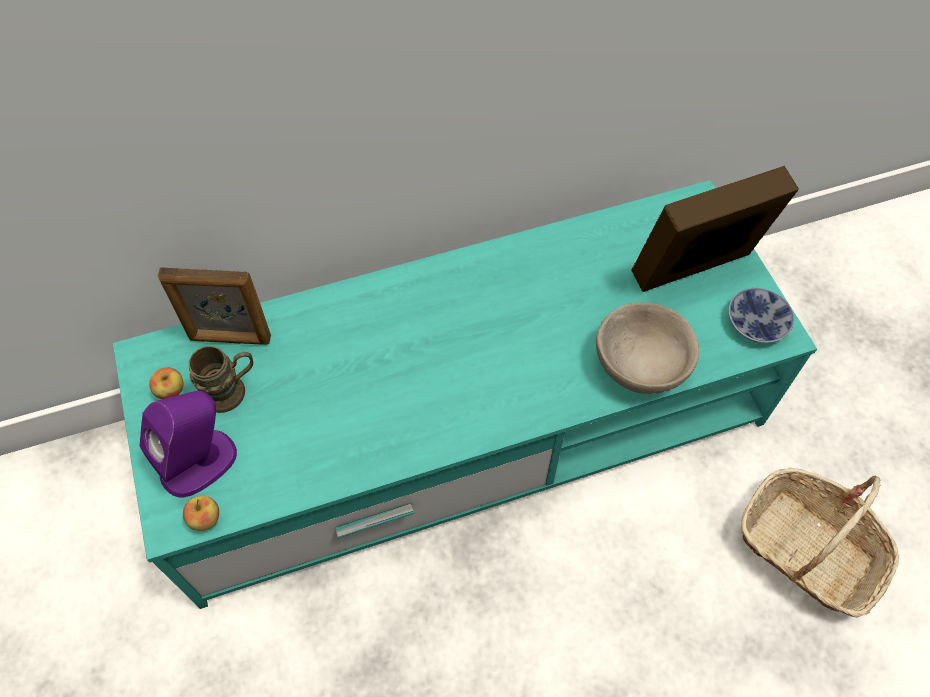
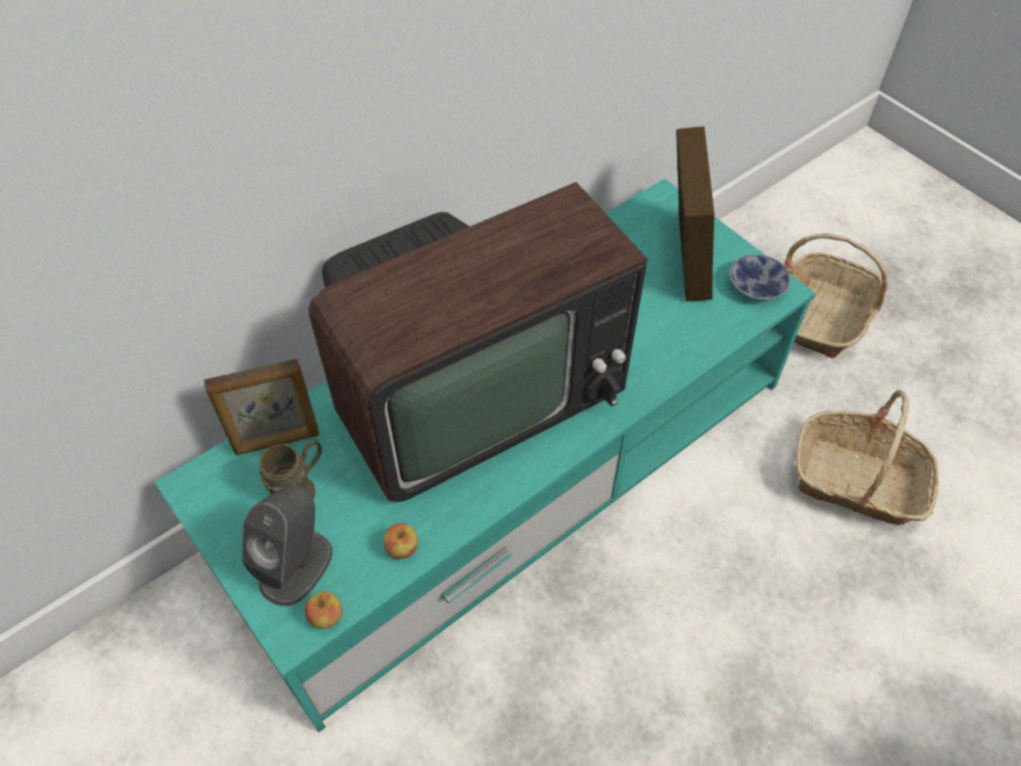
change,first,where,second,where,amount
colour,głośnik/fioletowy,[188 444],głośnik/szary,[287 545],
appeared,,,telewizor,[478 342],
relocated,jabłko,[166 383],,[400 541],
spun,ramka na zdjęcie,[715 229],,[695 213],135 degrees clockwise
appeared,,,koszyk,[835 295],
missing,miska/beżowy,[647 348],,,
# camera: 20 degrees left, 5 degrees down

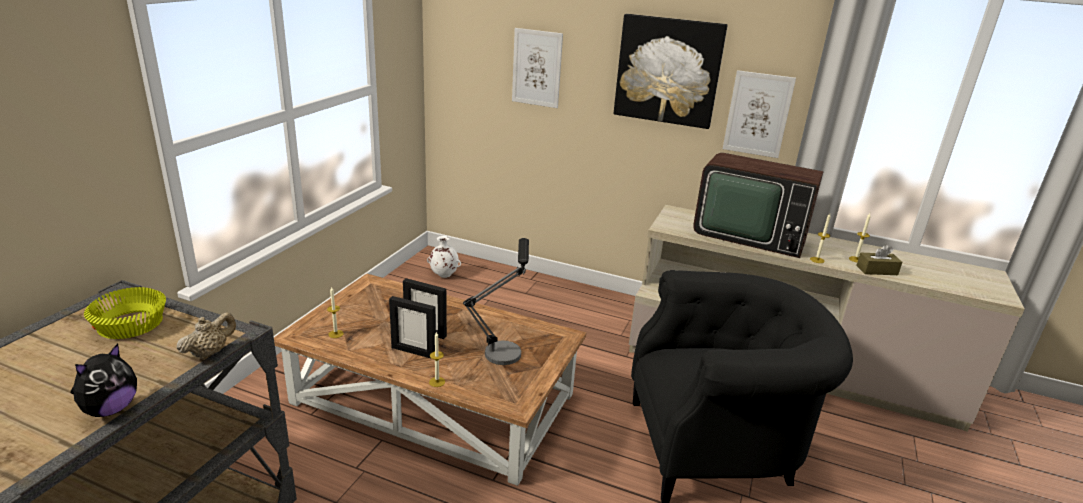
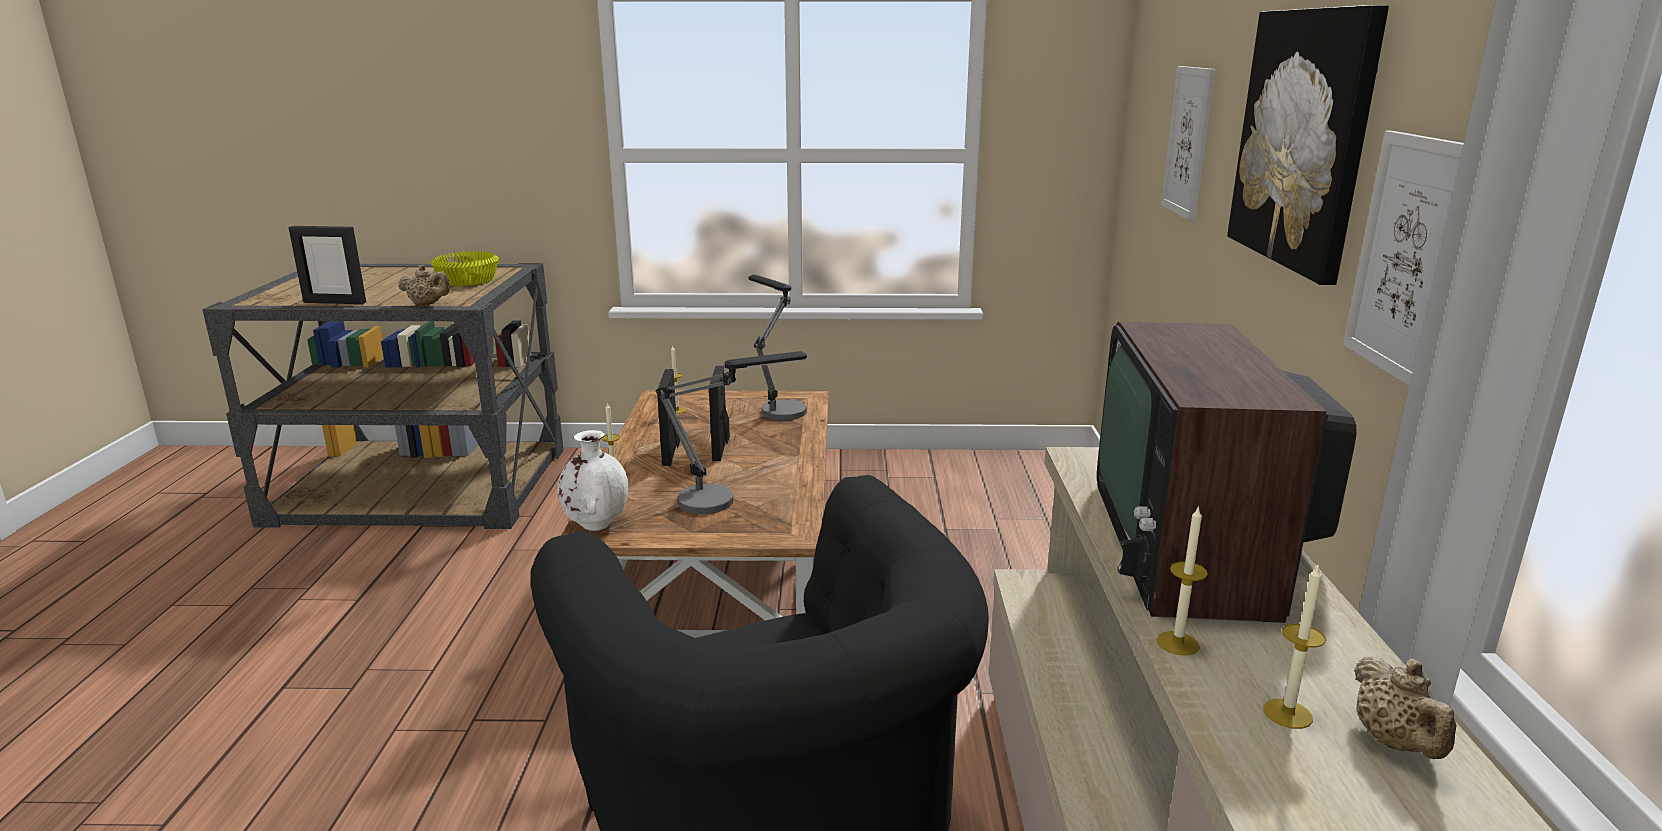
change,first,where,second,where,amount
exchanged,pluszak,[104 380],ramka na zdjęcie,[327 265],
relocated,wazon/biały,[444 257],,[593 480],
appeared,,,lampa stołowa,[777 347],
appeared,,,imbryk/beżowy,[1405 707],
missing,pudełko chusteczek/brązowy,[879 260],,,
# camera: 70 degrees right, 5 degrees down

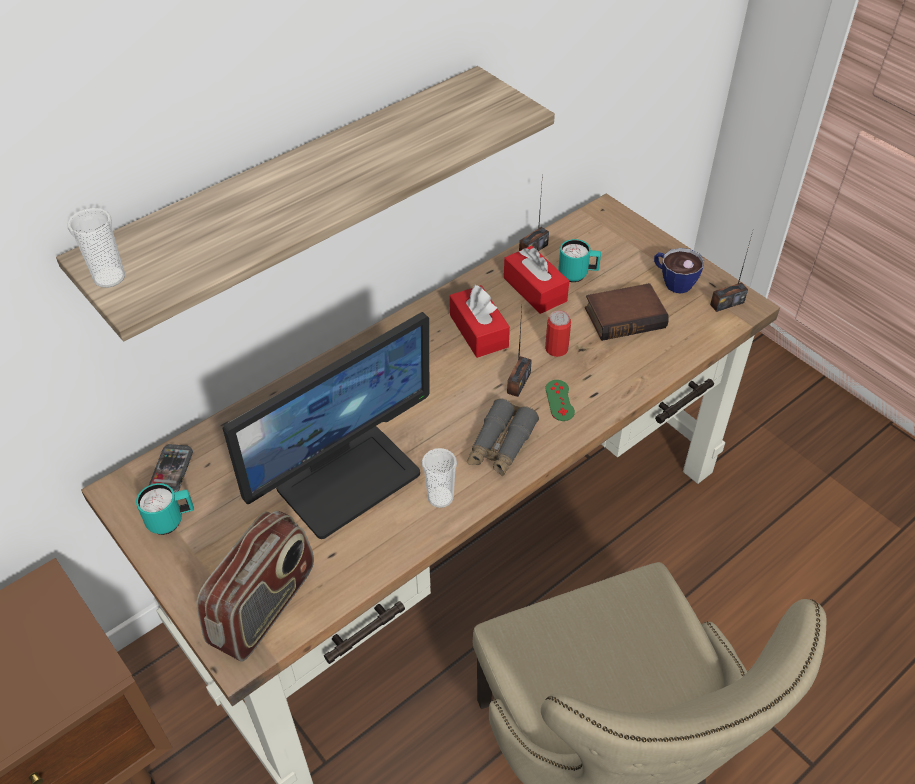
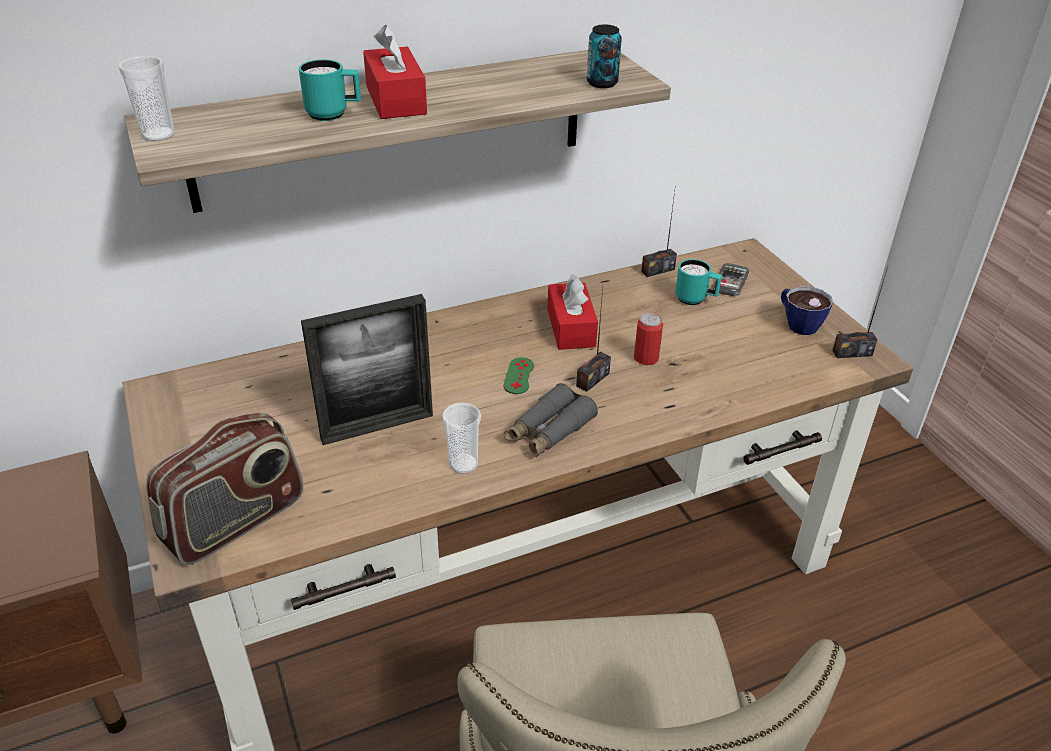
change,first,where,second,where,amount
relocated,kubek/turkusowy,[165 509],,[330 90],
exchanged,monitor,[326 425],ramka na zdjęcie,[367 369],
relocated,pudełko chusteczek/czerwony,[536 280],,[395 72],
relocated,pad do gier/zielony,[560 400],,[519 375],
appeared,,,puszka,[604 56],
relocated,telefon,[171 468],,[731 279],
missing,książka,[627 312],,,
# camera: 15 degrees right, 10 degrees down

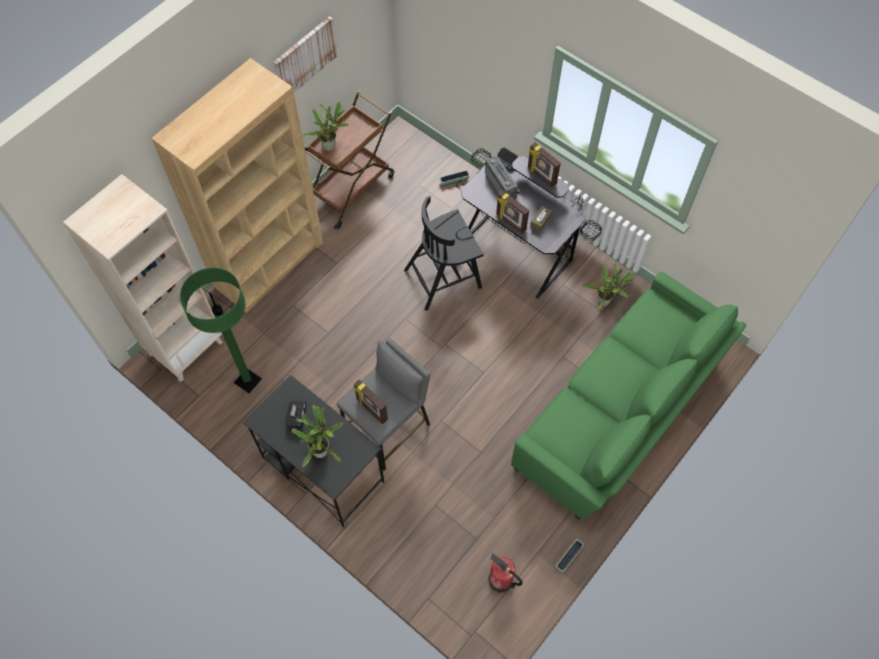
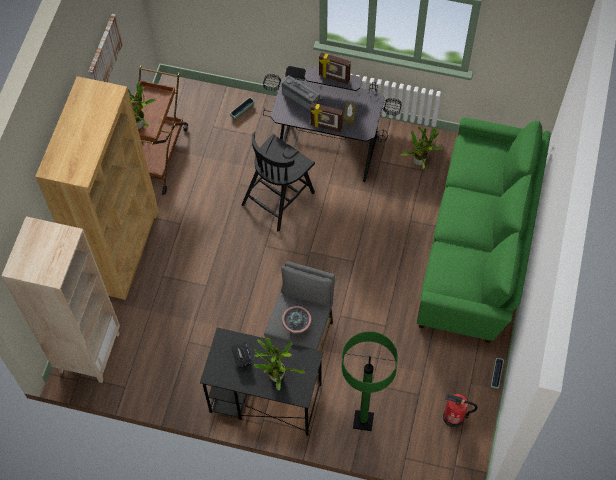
change,first,where,second,where,amount
exchanged,ramka na zdjęcie,[370 402],roślina doniczkowa,[297 320],
relocated,lampa stojąca/zielony,[221 330],,[369 381],
# camera: 25 degrees left, 0 degrees up

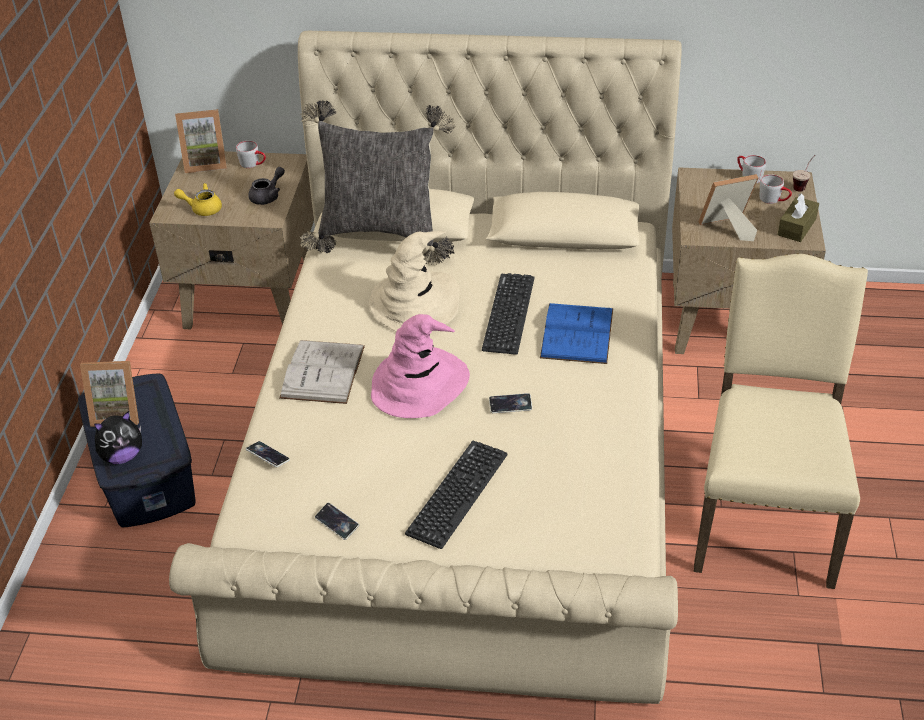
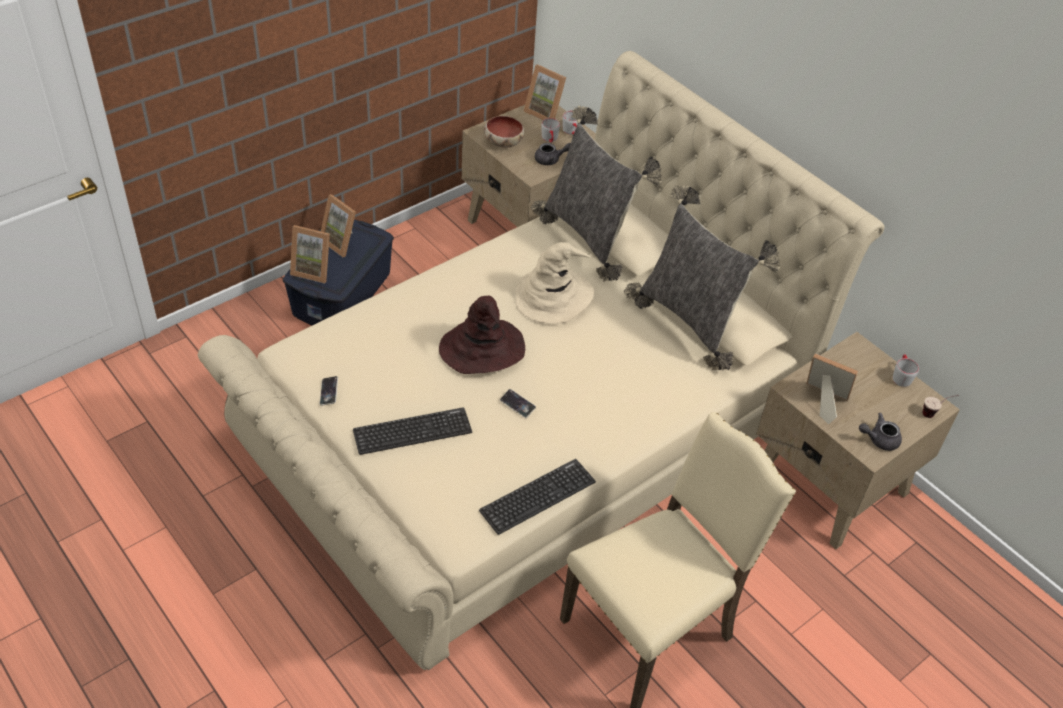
change,first,where,second,where,amount
exchanged,pluszak,[118 437],ramka na zdjęcie,[310 254],
colour,kapelusz/różowy,[420 366],kapelusz/brązowy,[482 335],
relocated,klawiatura,[508 314],,[537 497],
exchanged,imbryk/żółty,[198 199],miska,[504 131],
relocated,kubek/szary,[775 189],,[550 130],
appeared,,,poduszka,[701 277],
exchanged,pudełko chusteczek/brązowy,[798 218],imbryk/szary,[880 432],
missing,telefon,[268 454],,,
missing,książka/biały,[322 372],,,
missing,książka/niebieski,[576 333],,,
# camera: 40 degrees right, 5 degrees up

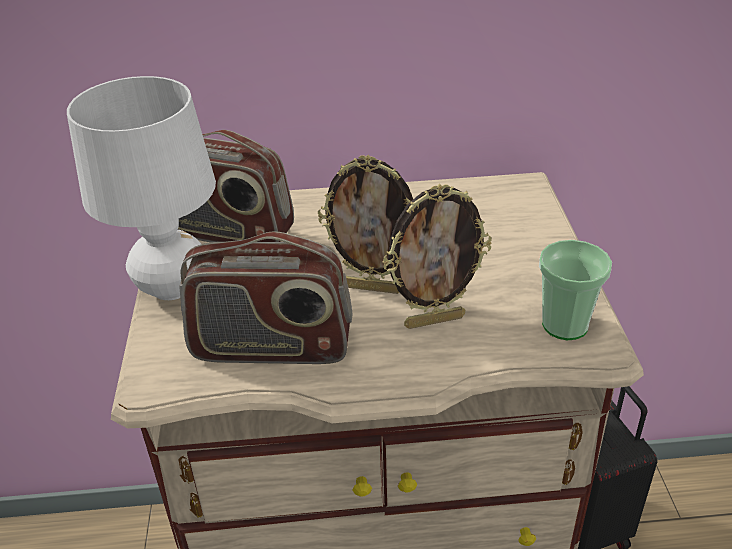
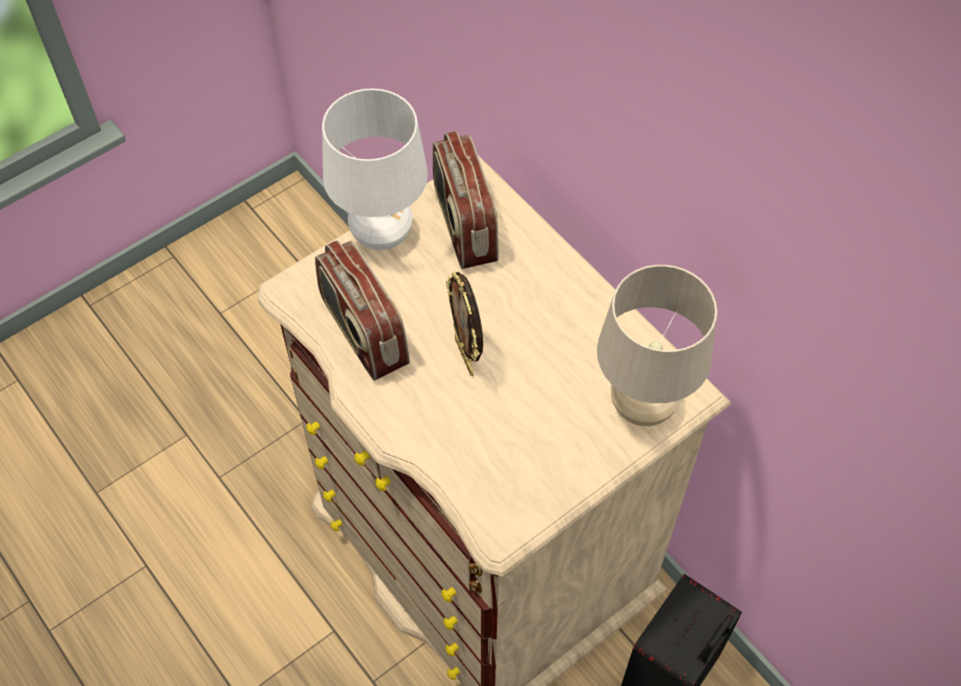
change,first,where,second,where,amount
appeared,,,lampa stołowa/beżowy,[657 345],
missing,ramka na zdjęcie,[437 256],,,
missing,filiżanka,[575 290],,,
# camera: 55 degrees right, 20 degrees up

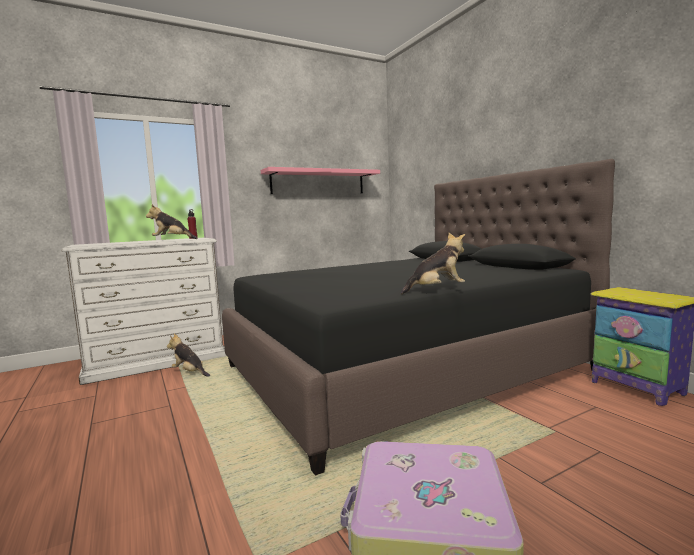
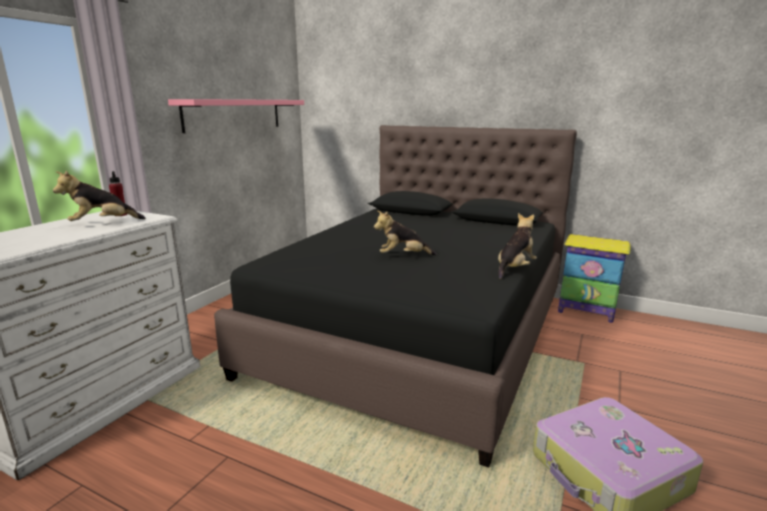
change,first,where,second,where,amount
relocated,pluszak,[188 355],,[405 232],
# camera: 35 degrees left, 10 degrees up

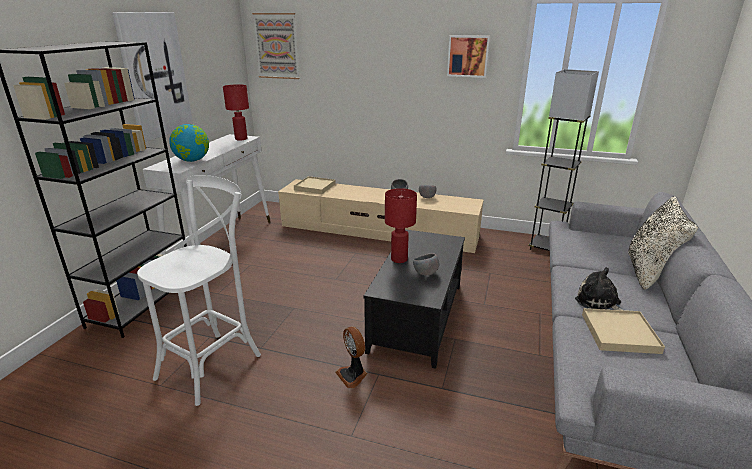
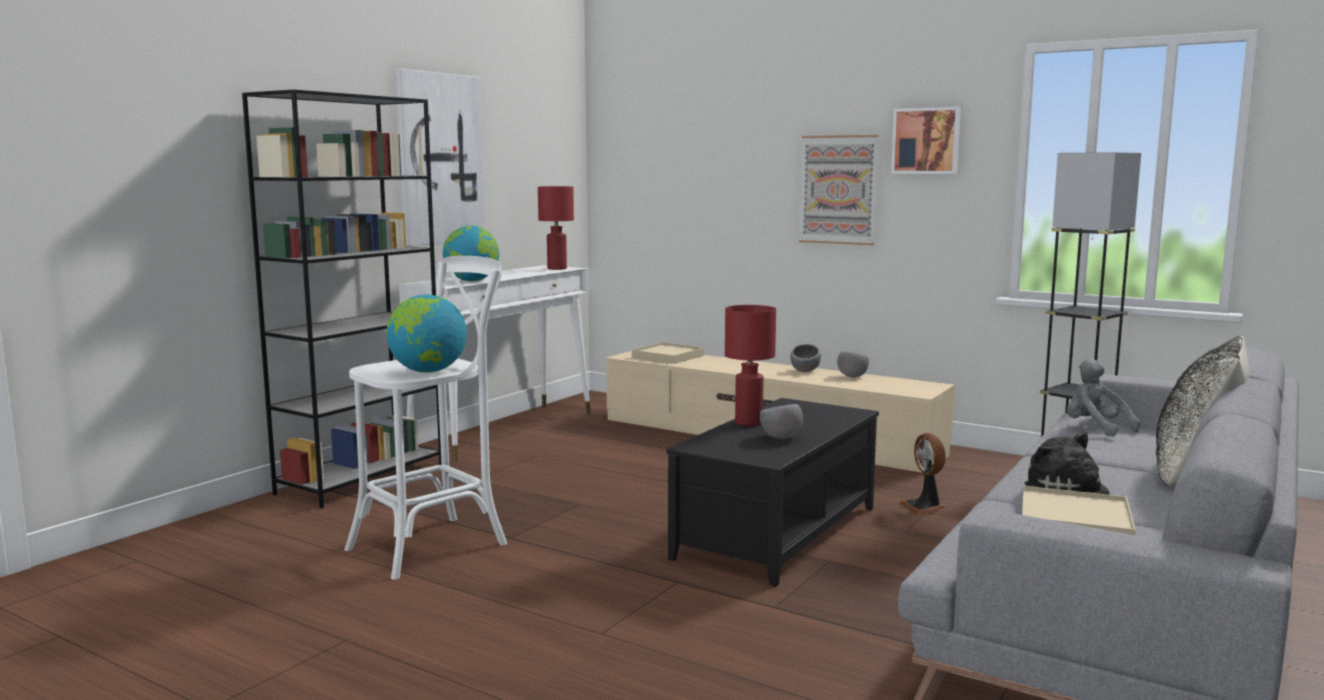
change,first,where,second,where,amount
appeared,,,globus,[426 334],
relocated,obraz,[276 46],,[839 190],
relocated,wentylator,[351 357],,[922 474],
appeared,,,pluszak/szary,[1103 397],
# camera: 15 degrees right, 15 degrees down

